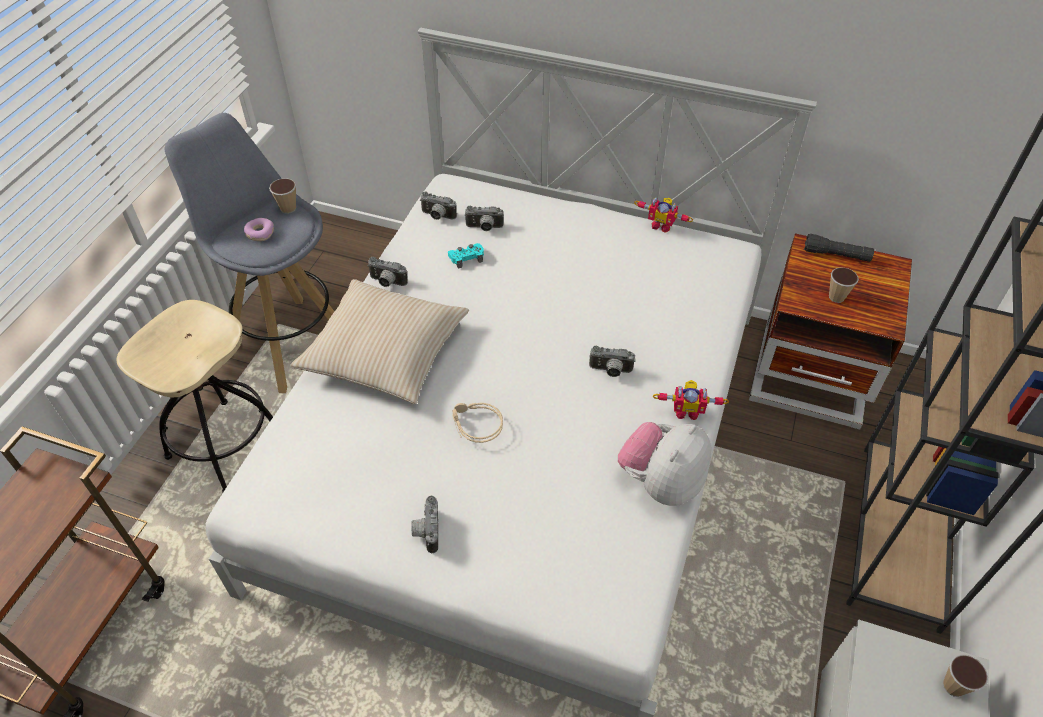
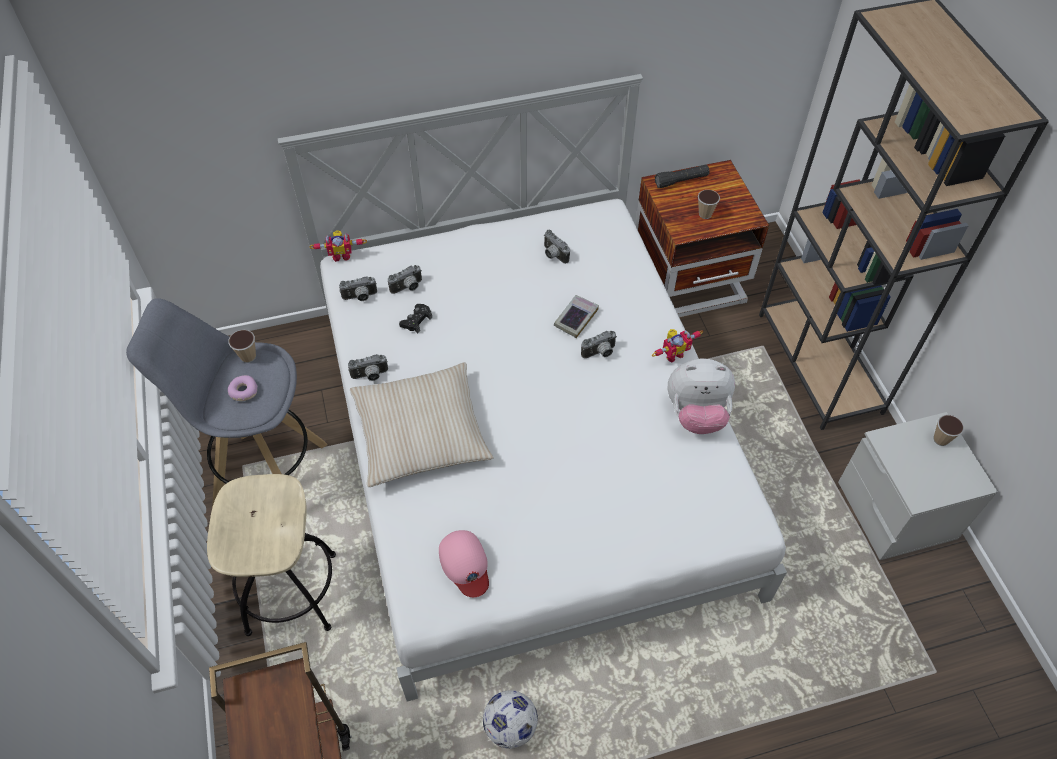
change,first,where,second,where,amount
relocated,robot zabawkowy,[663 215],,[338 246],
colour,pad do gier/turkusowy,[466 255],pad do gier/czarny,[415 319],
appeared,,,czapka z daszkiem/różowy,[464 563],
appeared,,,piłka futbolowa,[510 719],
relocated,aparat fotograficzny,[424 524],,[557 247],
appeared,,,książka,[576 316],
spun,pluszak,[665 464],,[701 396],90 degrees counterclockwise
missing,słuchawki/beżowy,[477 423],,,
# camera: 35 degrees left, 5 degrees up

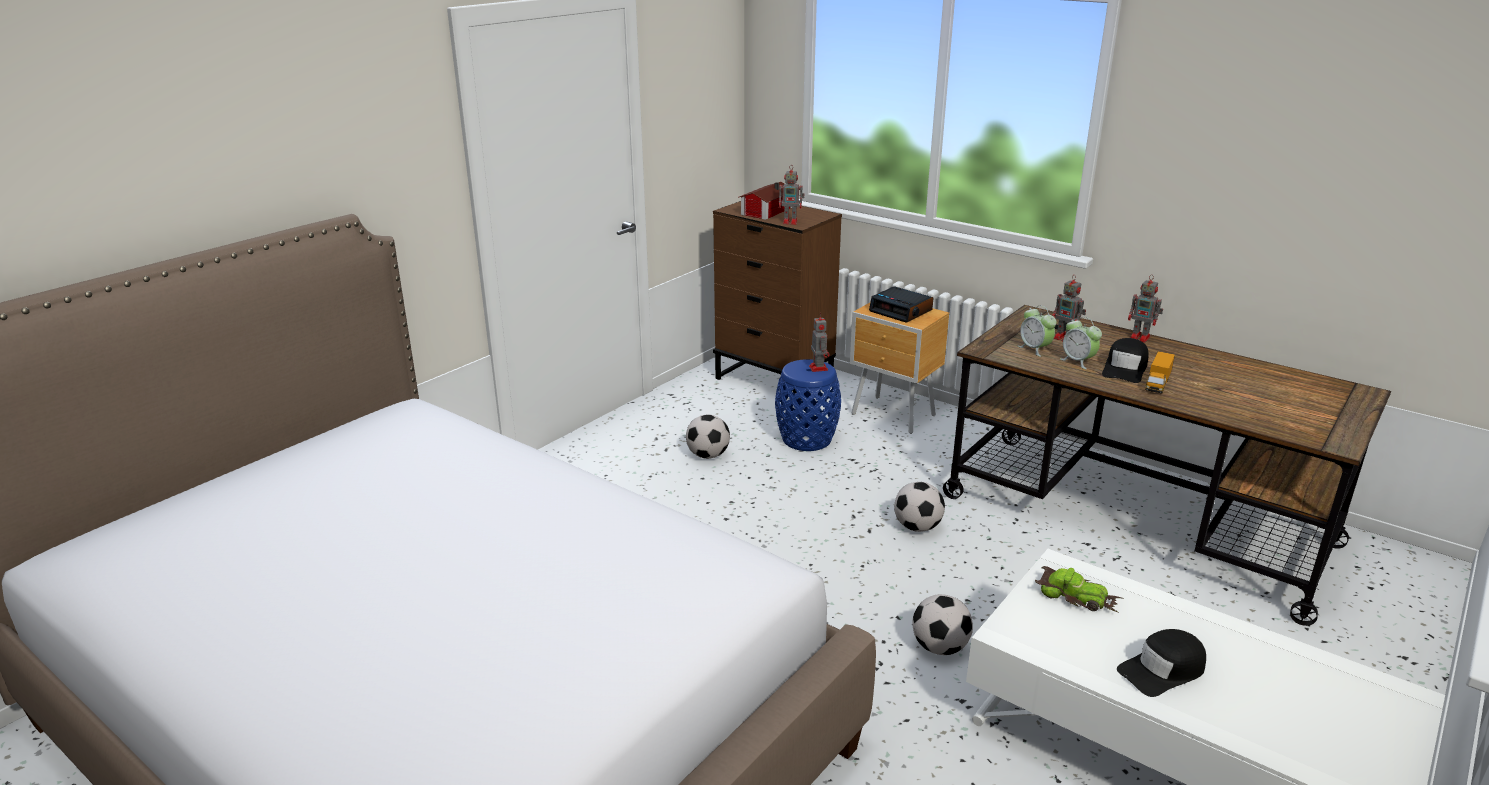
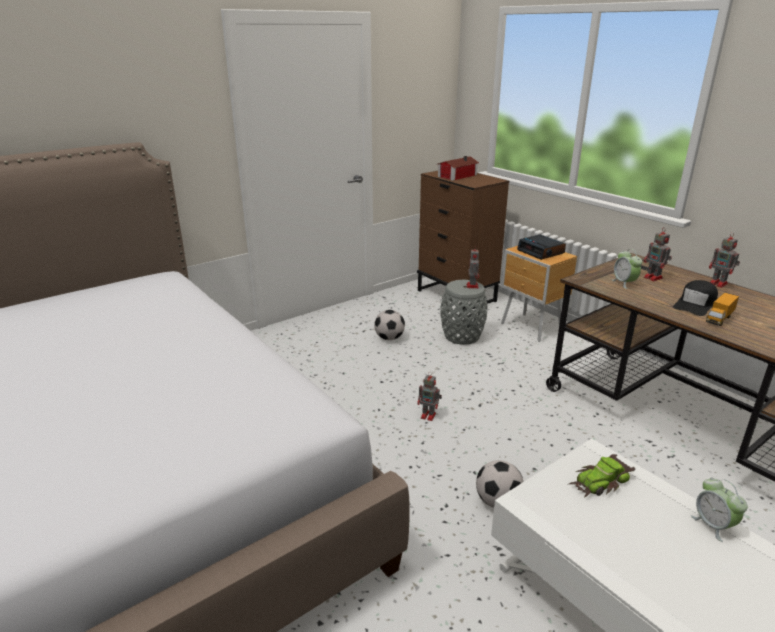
change,first,where,second,where,amount
relocated,robot zabawkowy,[792 195],,[429 396],
colour,stołek/niebieski,[808 405],stołek/szary,[464 312],
spun,samochodzik,[1079 589],,[601 476],105 degrees clockwise
relocated,budzik,[1081 343],,[719 509],
missing,piłka futbolowa,[919 507],,,
missing,czapka z daszkiem/czarny,[1161 663],,,
# camera: 15 degrees right, 0 degrees up

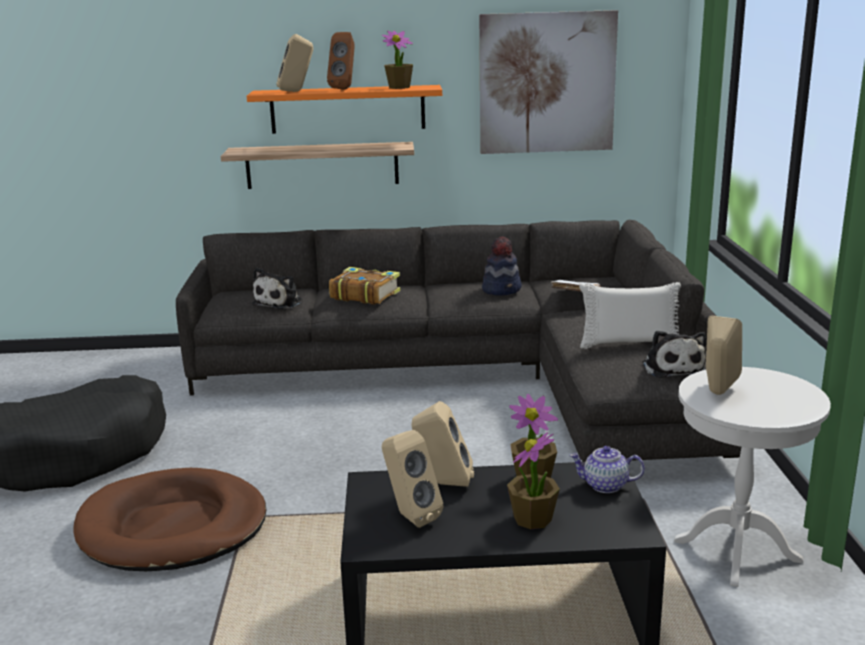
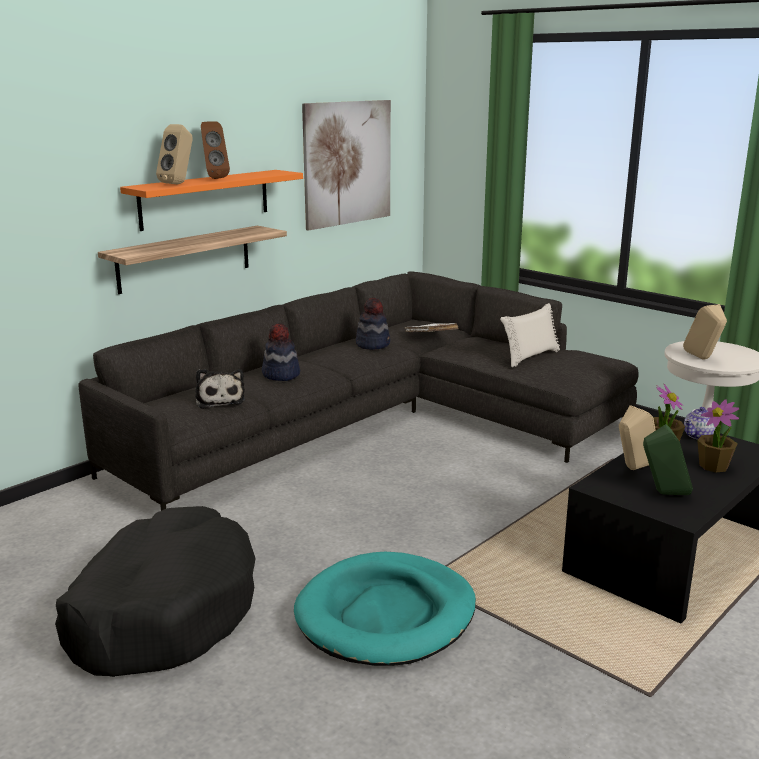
change,first,where,second,where,amount
exchanged,książka,[364 286],kapelusz,[281 352],
colour,legowisko/brązowy,[170 519],legowisko/turkusowy,[385 609],
colour,głośnik/beżowy,[413 479],głośnik/zielony,[668 459],
missing,roślina doniczkowa,[397 59],,,
missing,pluszak,[675 354],,,
# camera: 45 degrees left, 0 degrees up

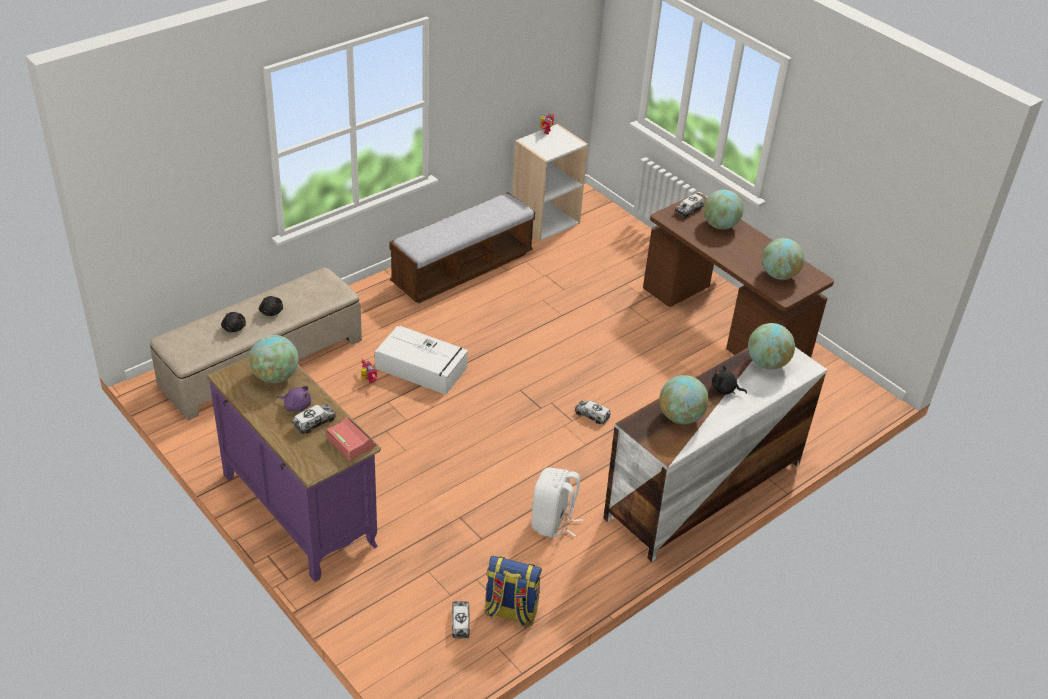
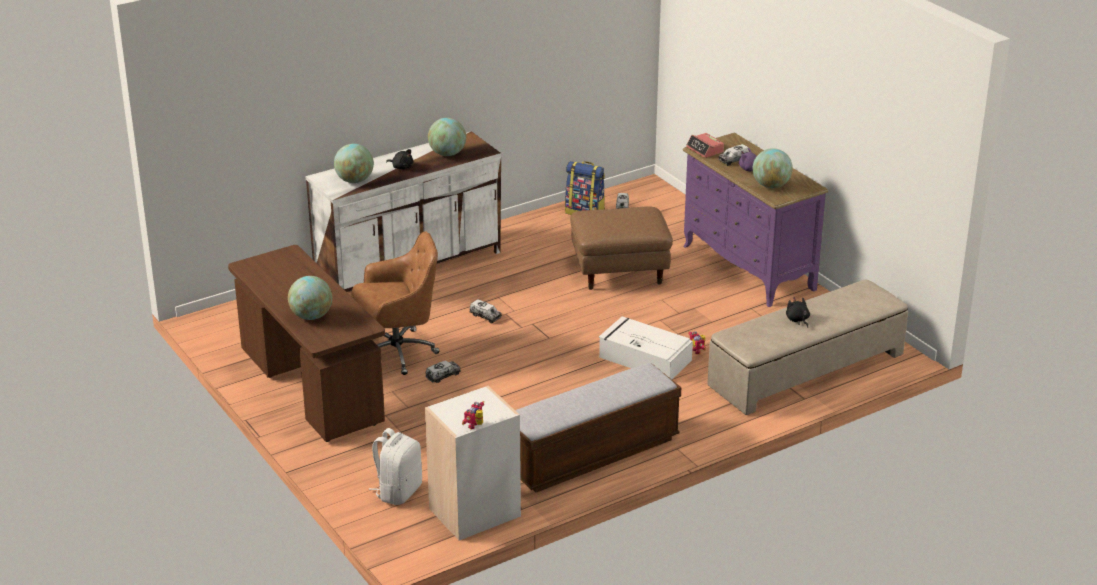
change,first,where,second,where,amount
appeared,,,krzesło biurowe/brązowy,[395 303],
relocated,plecak/biały,[557 502],,[395 466],
relocated,ciężarówka zabawkowa,[689 206],,[443 371],
appeared,,,pufa/brązowy,[621 248],
missing,pluszak/czarny,[233 322],,,
missing,globus,[783 259],,,
# camera: 170 degrees left, 10 degrees down

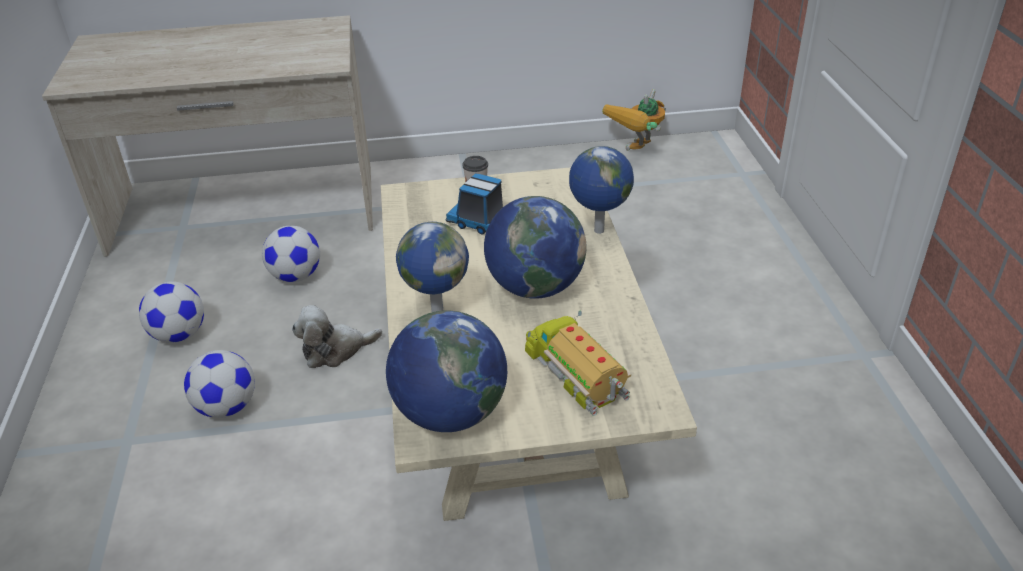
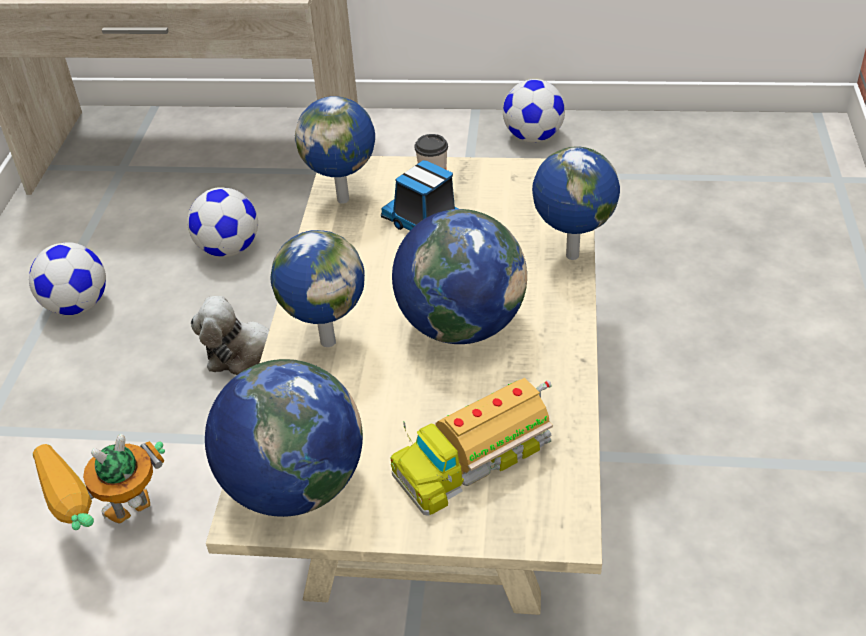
change,first,where,second,where,amount
relocated,robot zabawkowy,[634 120],,[99 482],
appeared,,,globus,[335 150],
spun,ciężarówka zabawkowa,[578 363],,[471 447],105 degrees counterclockwise
relocated,piłka futbolowa,[219 384],,[534 111],
# camera: 15 degrees right, 5 degrees up

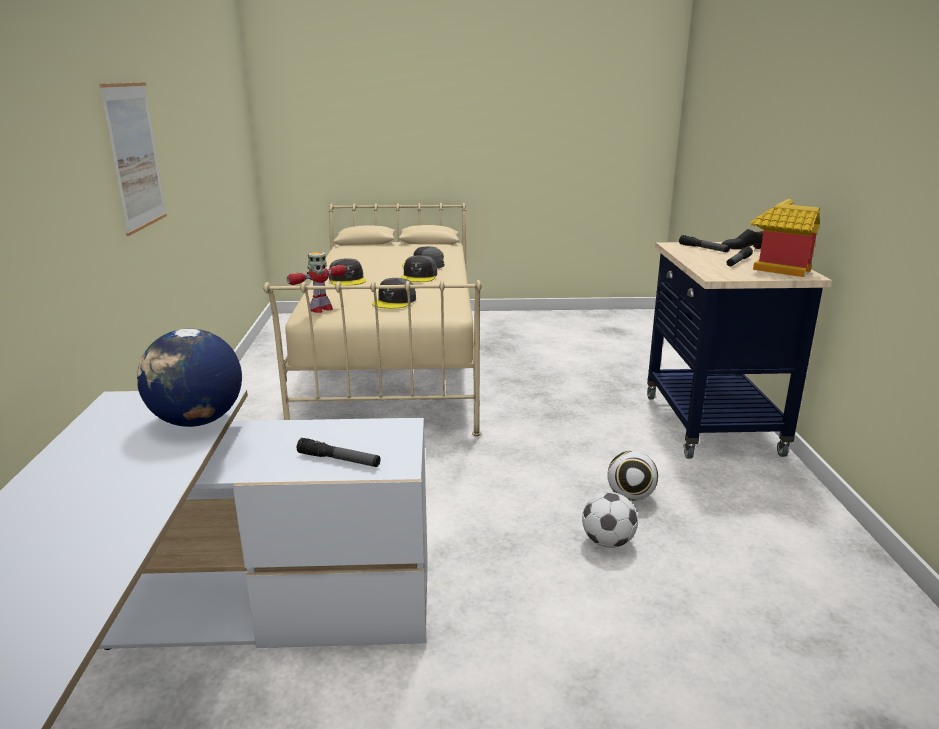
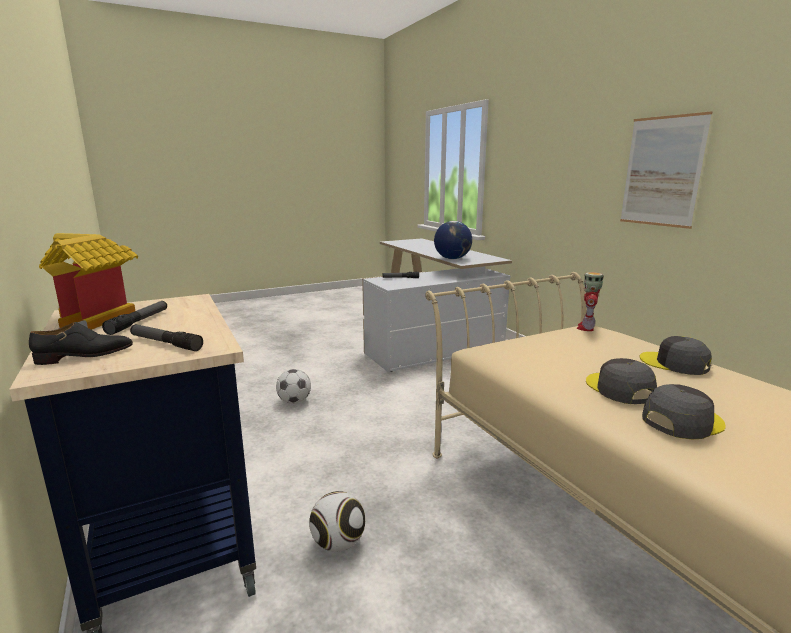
change,first,where,second,where,amount
relocated,piłka futbolowa,[632 476],,[337 521],
missing,czapka z daszkiem/szary,[394 293],,,
# camera: 155 degrees right, 5 degrees down

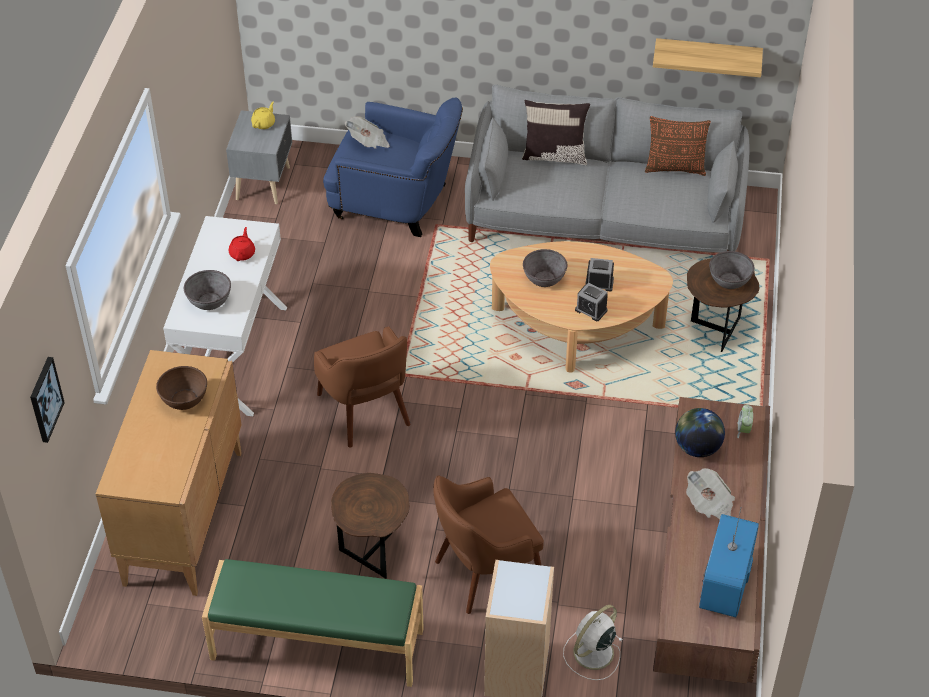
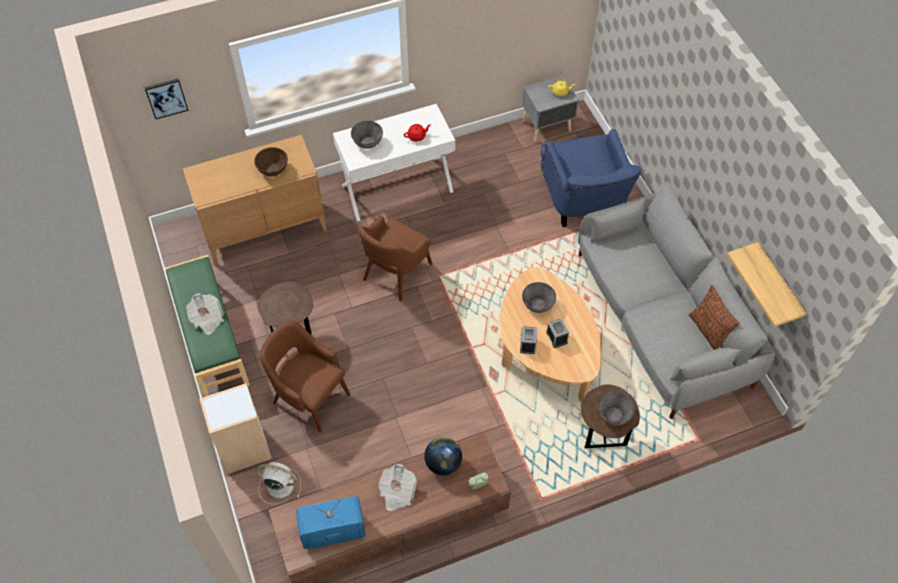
change,first,where,second,where,amount
relocated,gazeta,[367 132],,[205 314],
missing,poduszka,[556 132],,,
# camera: 60 degrees right, 10 degrees up

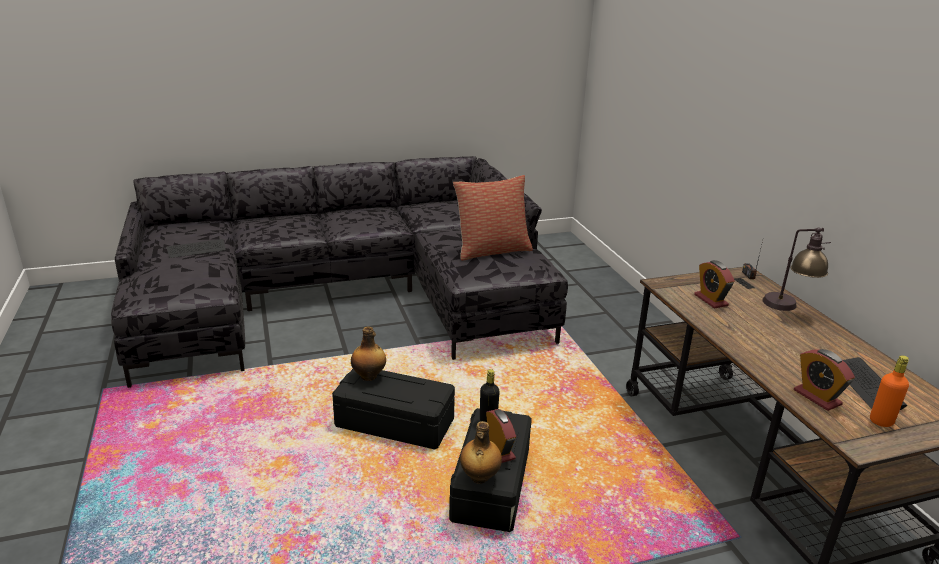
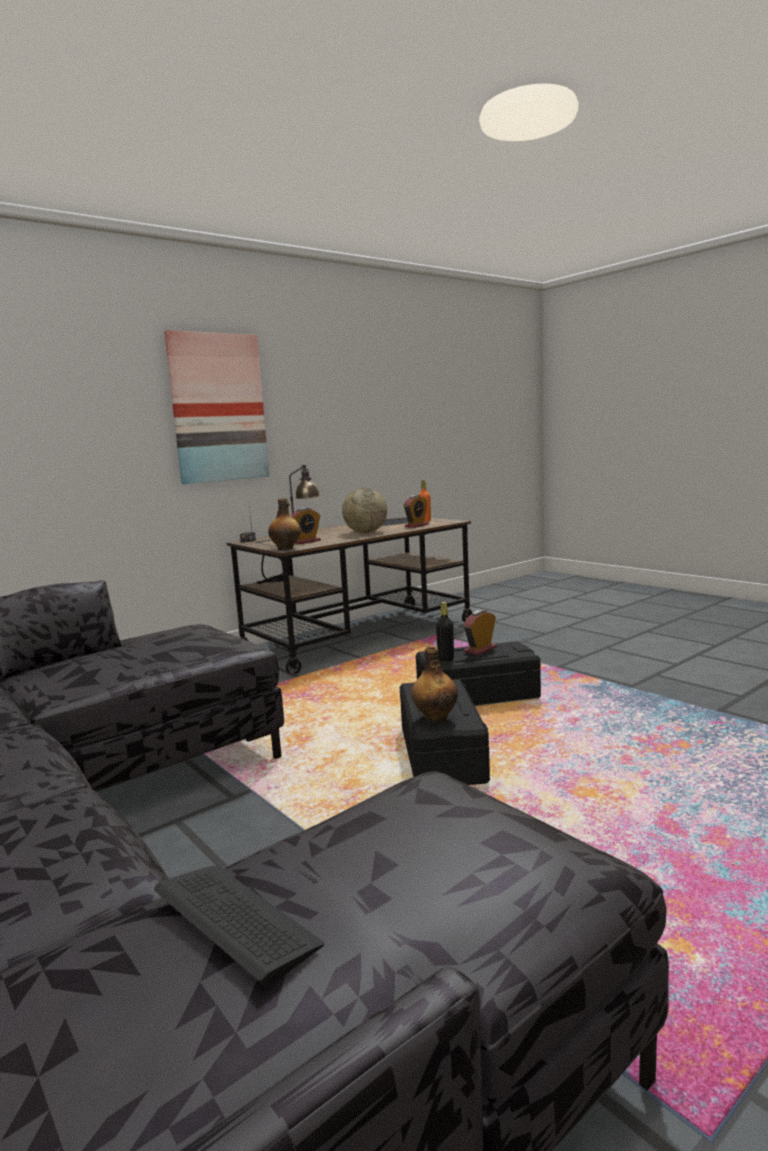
change,first,where,second,where,amount
appeared,,,obraz,[216 407],
relocated,butelka,[481 452],,[284 524],
appeared,,,globus,[364 510],
missing,poduszka,[493 218],,,
# camera: 110 degrees left, 15 degrees down

